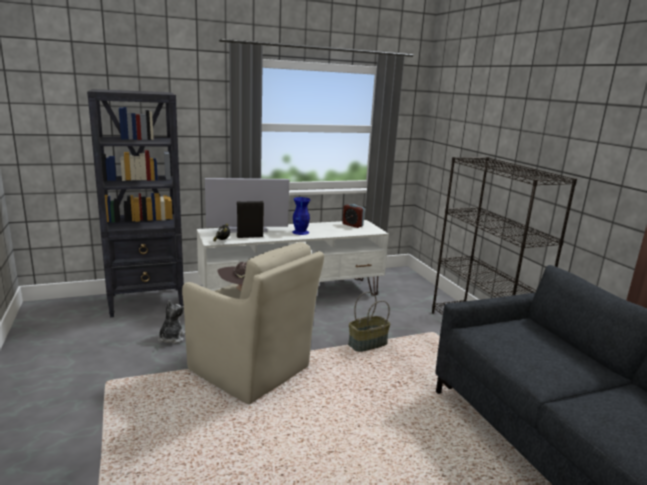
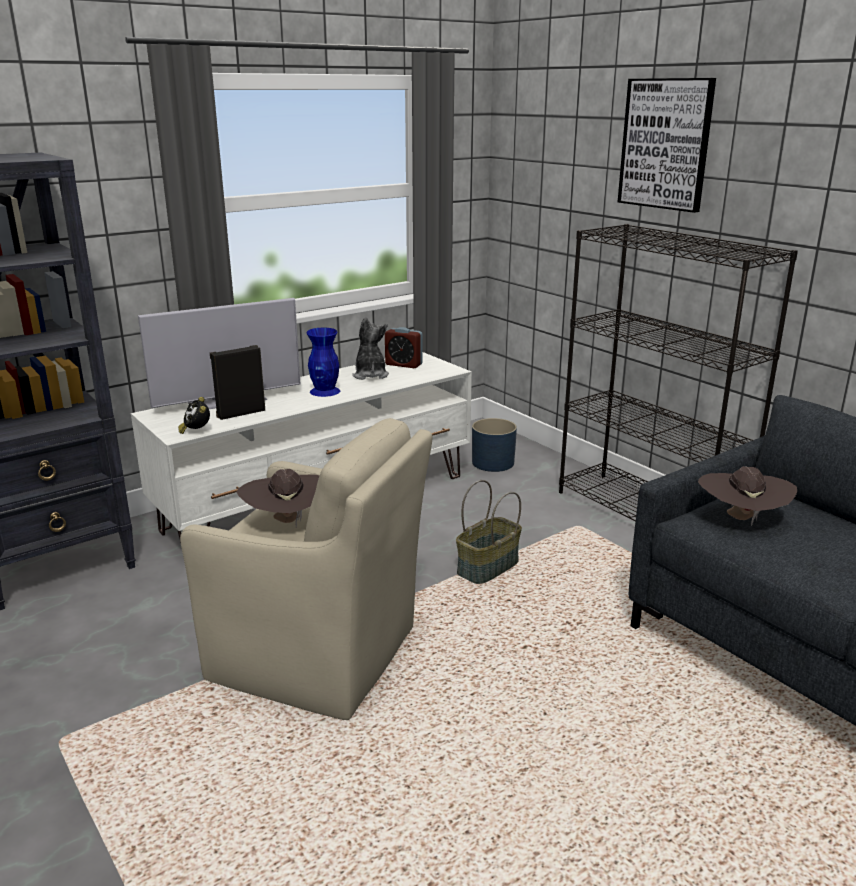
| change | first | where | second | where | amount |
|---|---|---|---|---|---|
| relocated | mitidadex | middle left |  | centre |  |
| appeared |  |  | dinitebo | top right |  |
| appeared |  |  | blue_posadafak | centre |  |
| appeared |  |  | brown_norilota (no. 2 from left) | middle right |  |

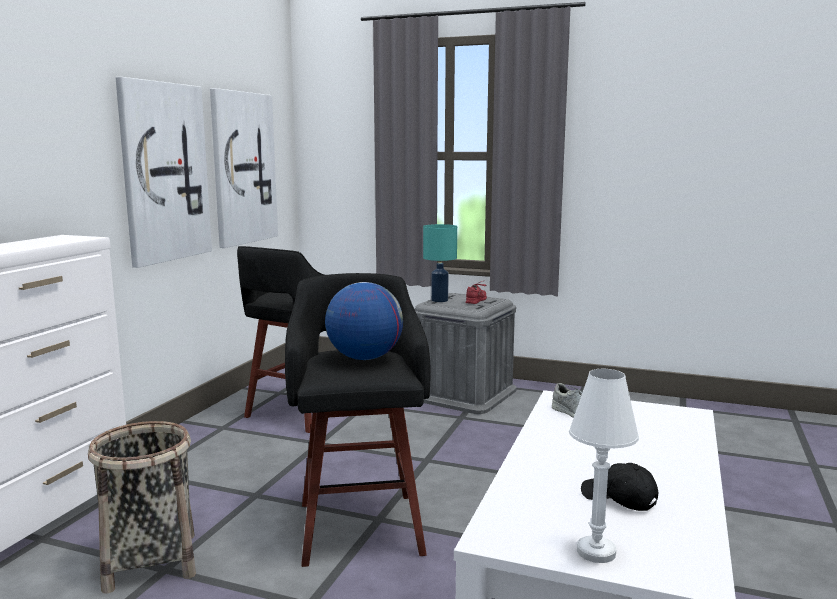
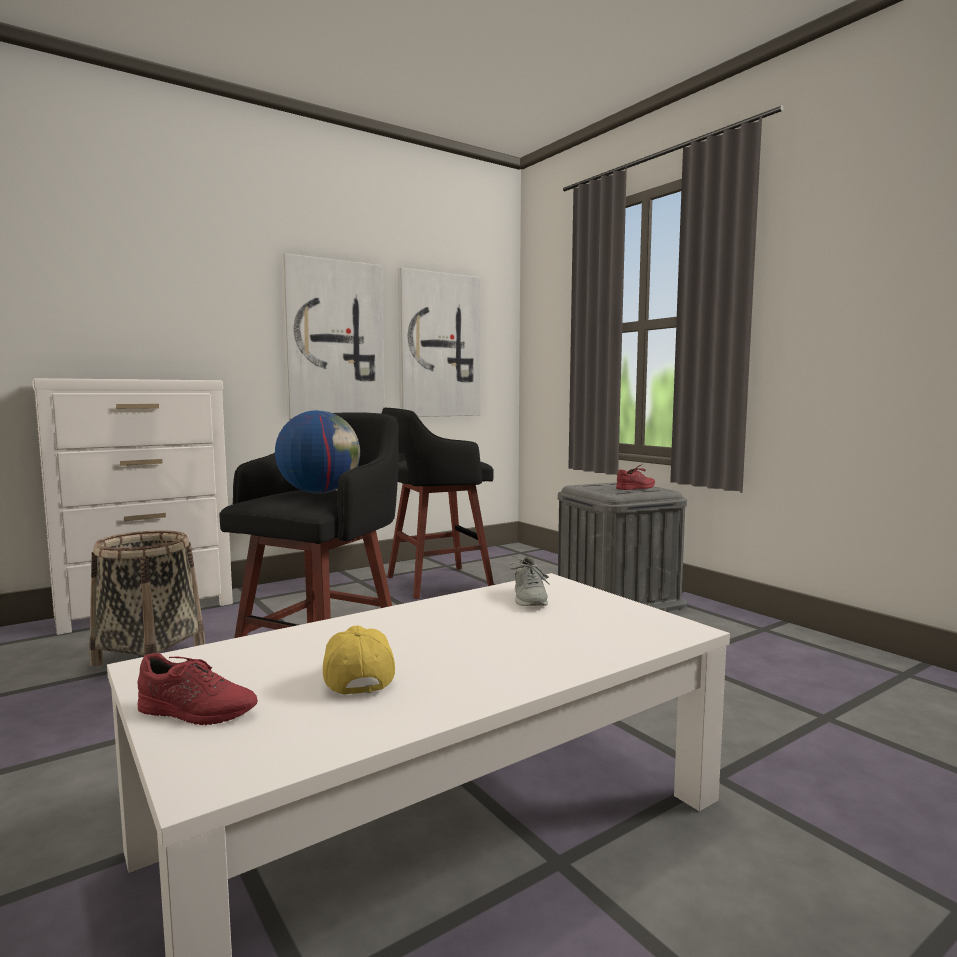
| change | first | where | second | where | amount |
|---|---|---|---|---|---|
| missing | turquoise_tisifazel | centre |  |  |  |
| exchanged | white_tisifazel | bottom right | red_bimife (no. 1 from left) | bottom left |  |
| colour | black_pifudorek | bottom right | yellow_pifudorek | bottom centre |  |

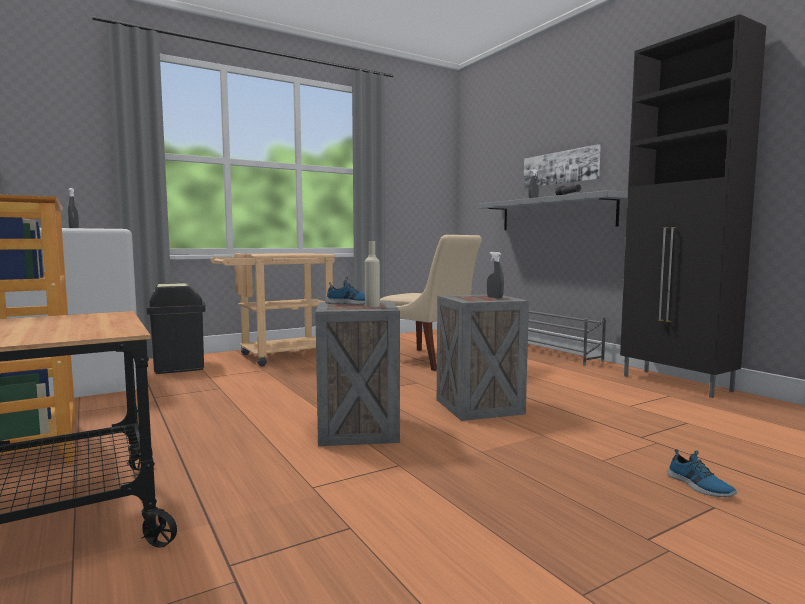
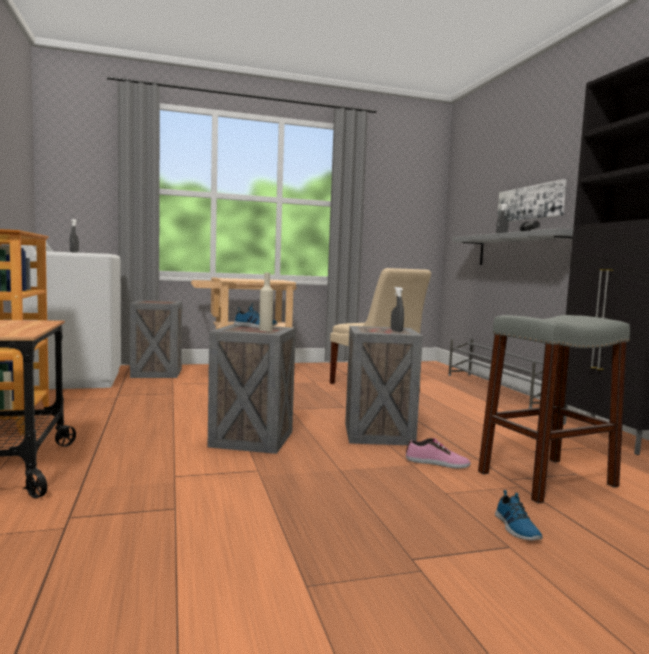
| change | first | where | second | where | amount |
|---|---|---|---|---|---|
| exchanged | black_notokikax | middle left | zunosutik (no. 1 from left) | middle left |  |
| appeared |  |  | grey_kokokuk | middle right |  |
| appeared |  |  | bimife (no. 2 from left) | bottom right |  |

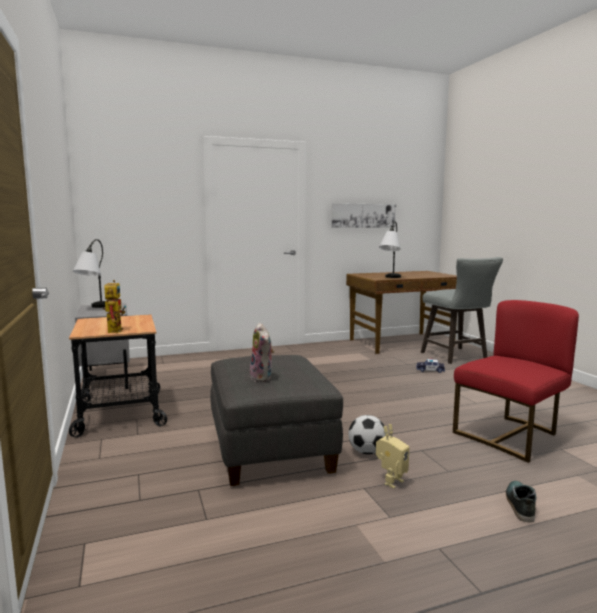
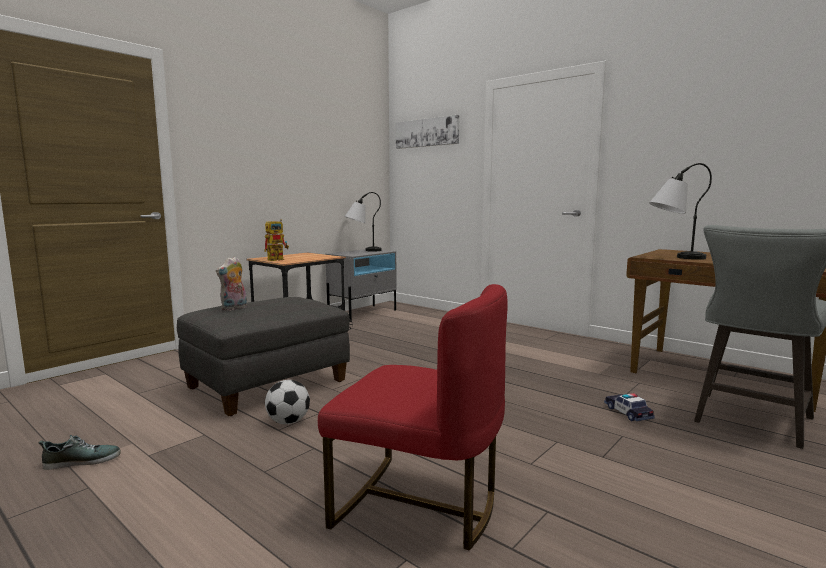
| change | first | where | second | where | amount |
|---|---|---|---|---|---|
| relocated | dinitebo | centre |  | top centre |  |
| missing | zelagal (no. 2 from left) | bottom centre |  |  |  |
| relocated | bimife | bottom right |  | bottom left |  |

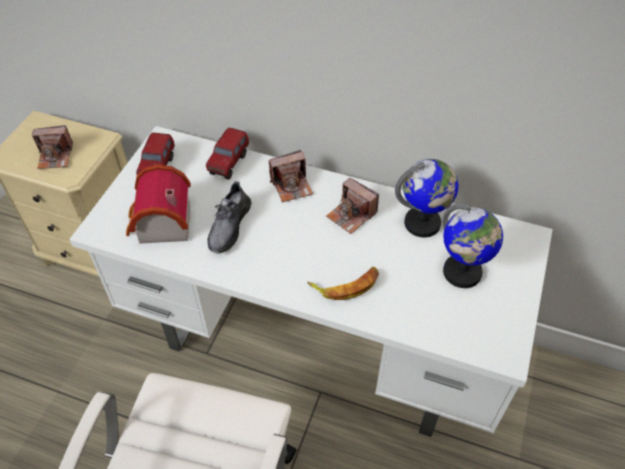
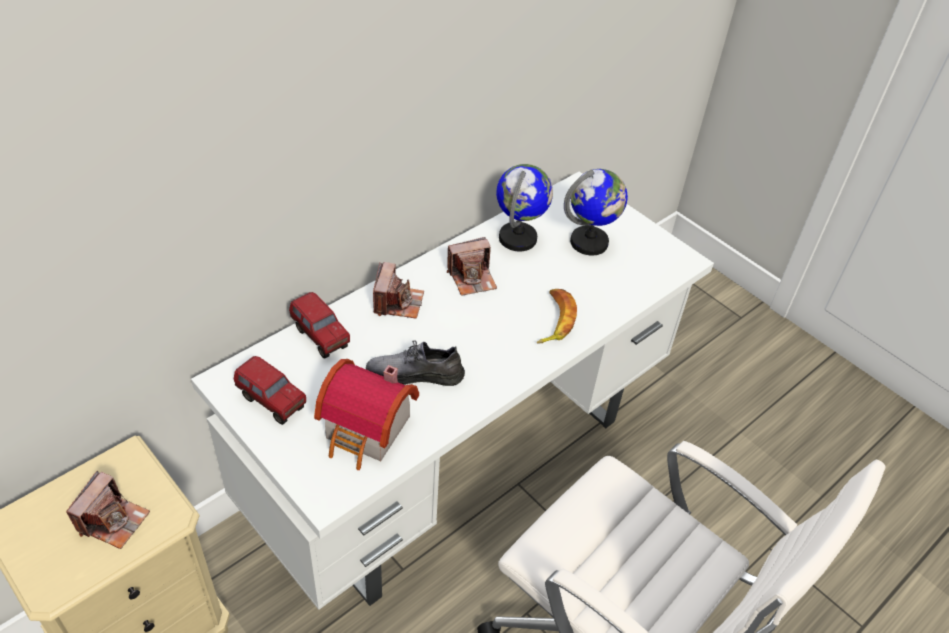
| change | first | where | second | where | amount |
|---|---|---|---|---|---|
| spun | grey_bimife | centre |  | centre | 135 degrees clockwise |

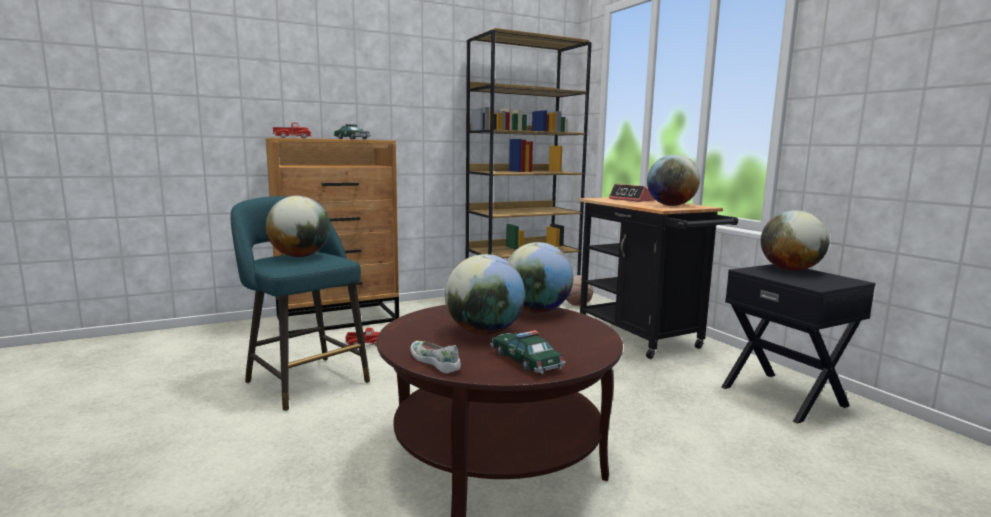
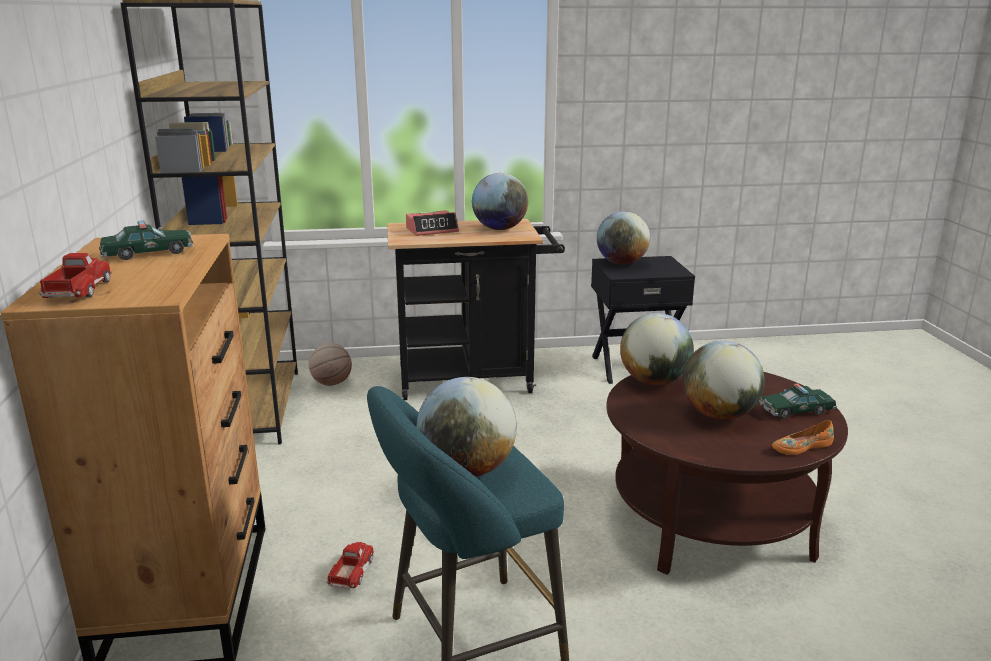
| change | first | where | second | where | amount |
|---|---|---|---|---|---|
| colour | white_bimife | bottom centre | orange_bimife | middle right |  |

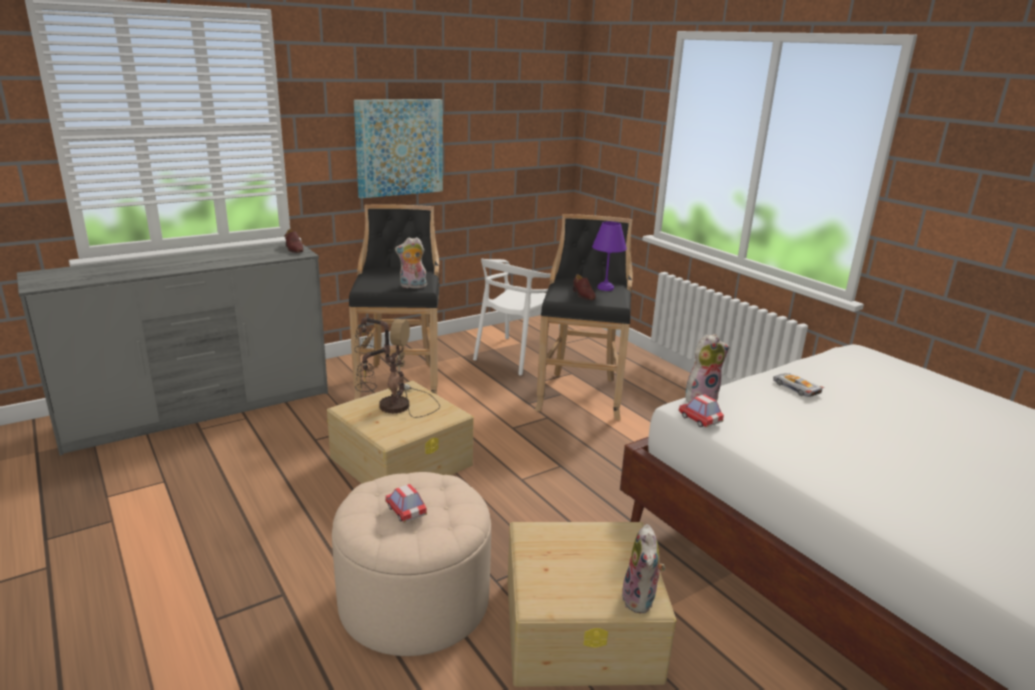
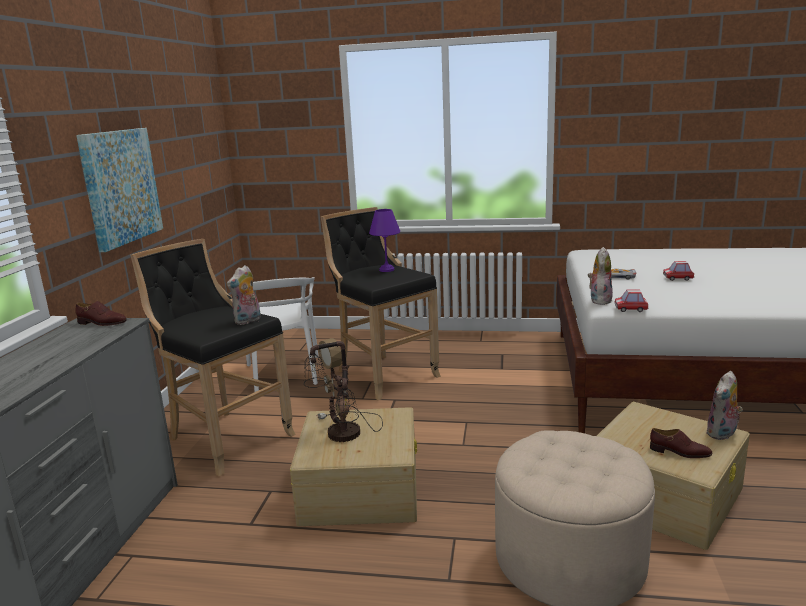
| change | first | where | second | where | amount |
|---|---|---|---|---|---|
| relocated | brown_bimife (no. 2 from left) | centre |  | bottom right |  |
| relocated | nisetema (no. 1 from left in the first image) | bottom centre | nisetema (no. 3 from left) | middle right |  |
| spun | mitidadex (no. 2 from left in the first image) | bottom centre | mitidadex (no. 3 from left) | bottom right | 90 degrees clockwise |

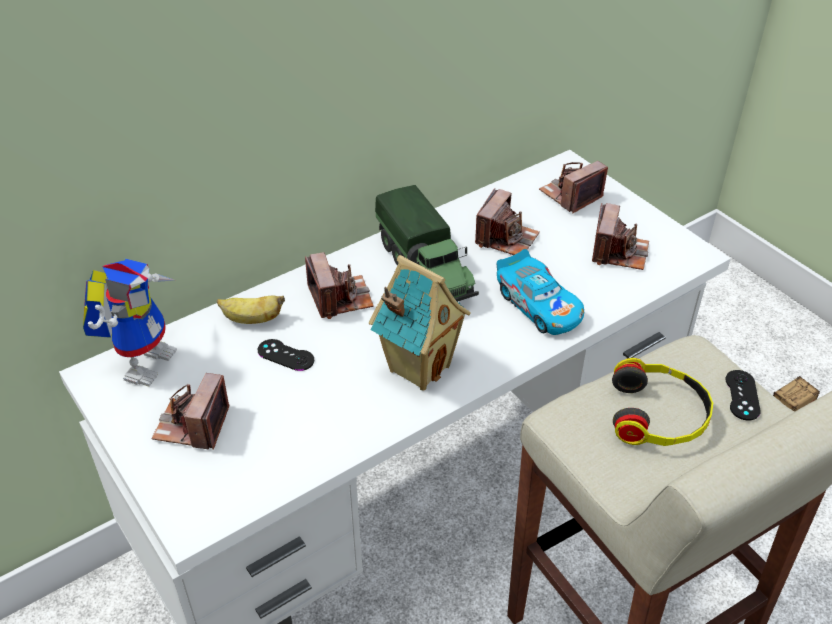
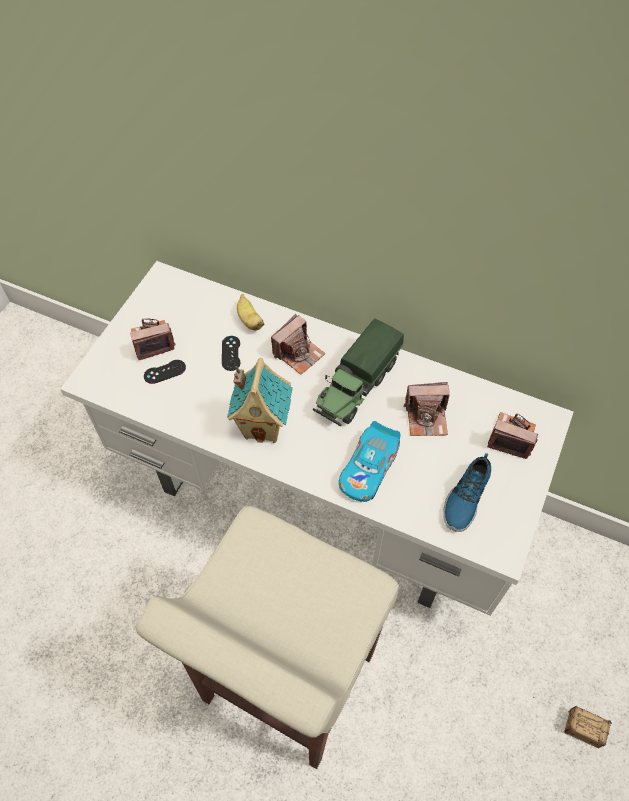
| change | first | where | second | where | amount |
|---|---|---|---|---|---|
| exchanged | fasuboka (no. 5 from left) | middle right | bimife | middle right |  |
| missing | zelagal | middle left |  |  |  |
| missing | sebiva | middle right |  |  |  |
| relocated | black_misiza (no. 2 from left in the first image) | middle right | black_misiza (no. 1 from left) | middle left |  |

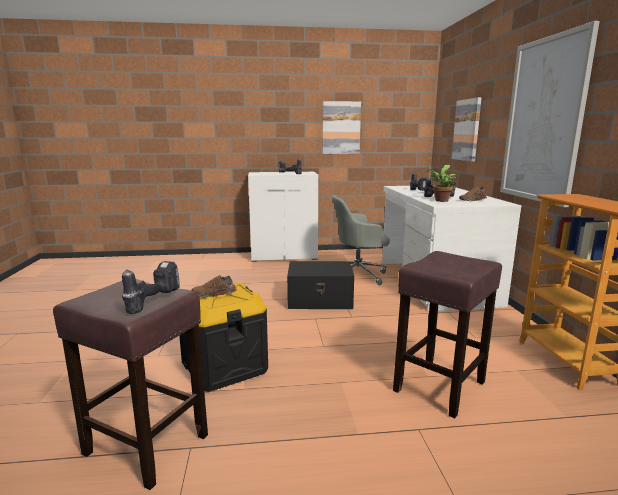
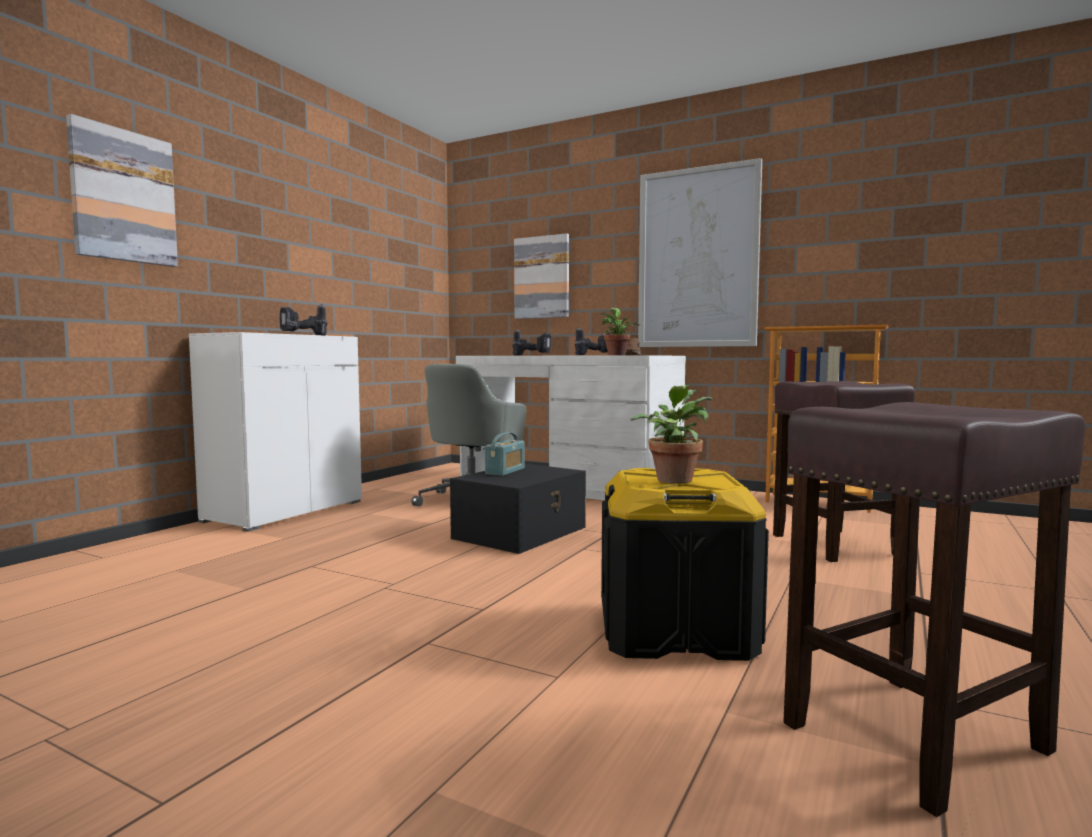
| change | first | where | second | where | amount |
|---|---|---|---|---|---|
| relocated | dinitebo (no. 1 from left) | top centre |  | top left |  |
| missing | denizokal (no. 1 from left) | middle left |  |  |  |
| exchanged | brown_bimife (no. 1 from left) | centre | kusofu (no. 2 from left) | centre |  |
| appeared |  |  | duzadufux | centre |  |

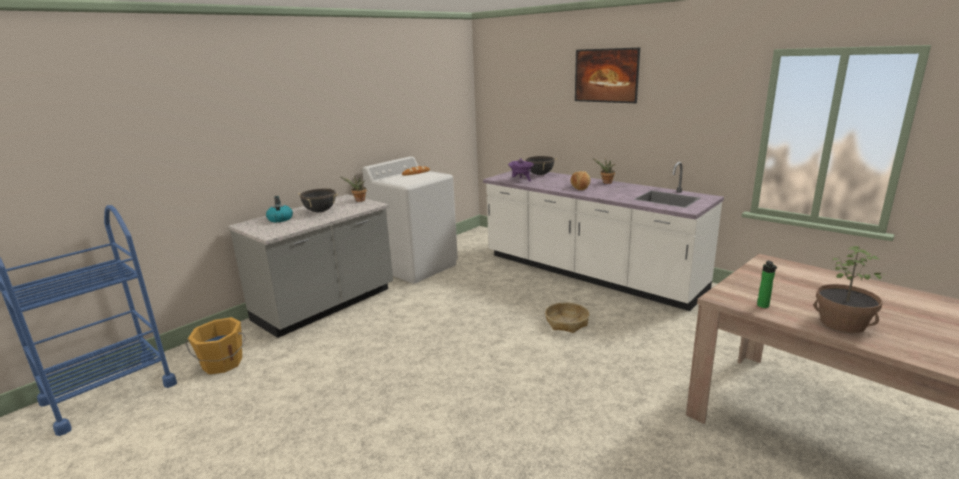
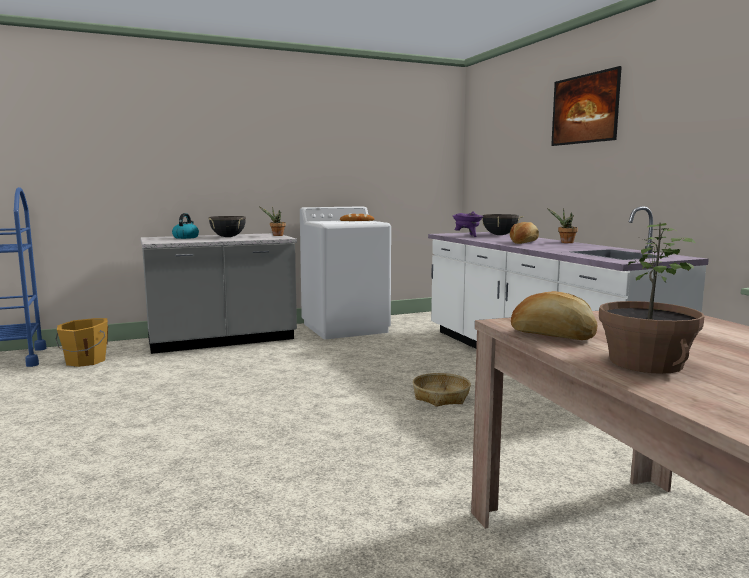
| change | first | where | second | where | amount |
|---|---|---|---|---|---|
| exchanged | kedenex | middle right | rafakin (no. 3 from left) | middle right |  |

